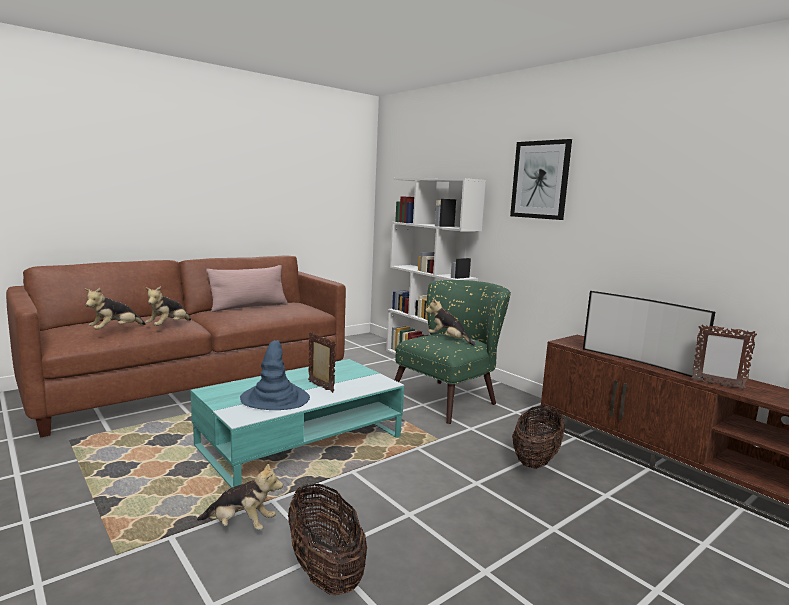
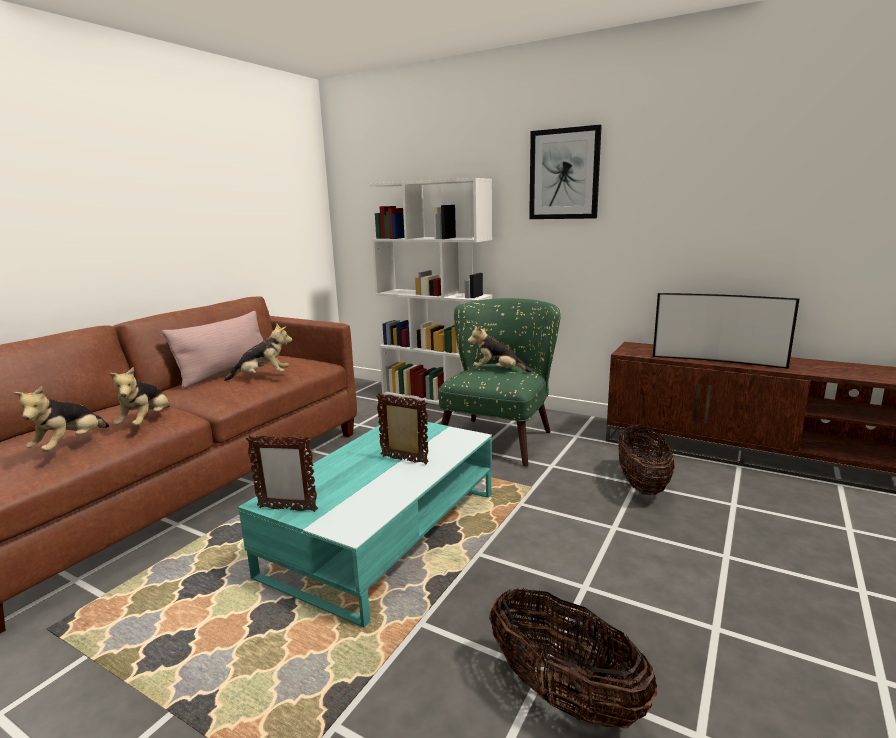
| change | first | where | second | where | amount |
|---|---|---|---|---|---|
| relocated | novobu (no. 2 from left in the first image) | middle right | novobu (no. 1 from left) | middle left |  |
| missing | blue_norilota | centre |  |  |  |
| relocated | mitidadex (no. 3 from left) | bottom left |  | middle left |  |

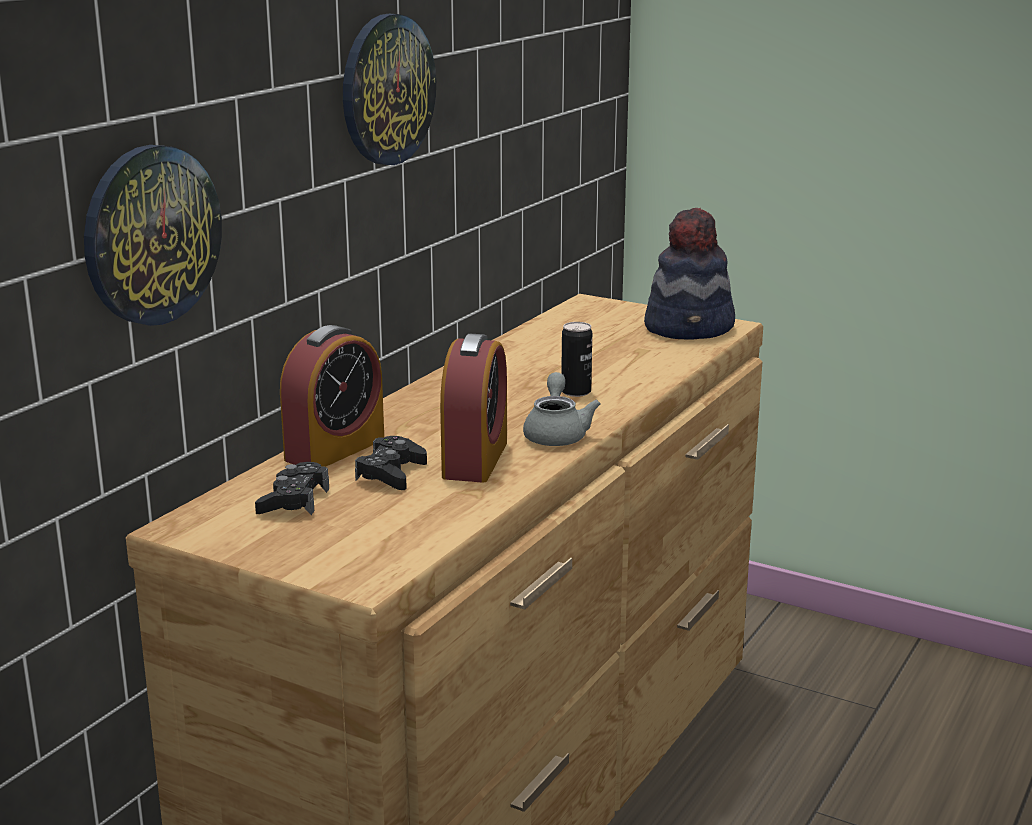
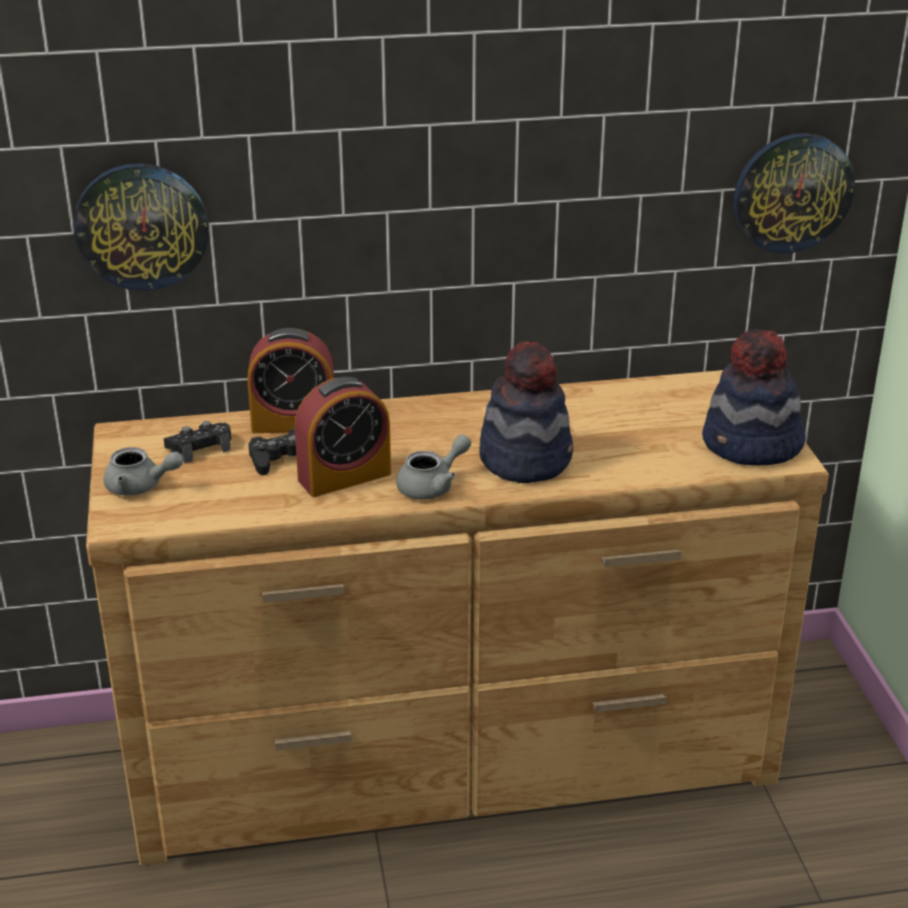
| change | first | where | second | where | amount |
|---|---|---|---|---|---|
| relocated | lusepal (no. 2 from left) | top centre |  | top right |  |
| exchanged | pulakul | centre | norilota (no. 1 from left) | centre |  |
| appeared |  |  | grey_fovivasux (no. 1 from left) | middle left |  |

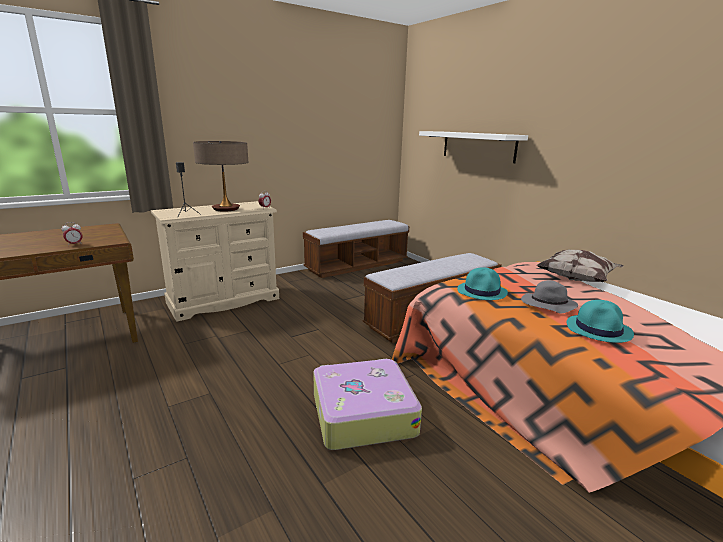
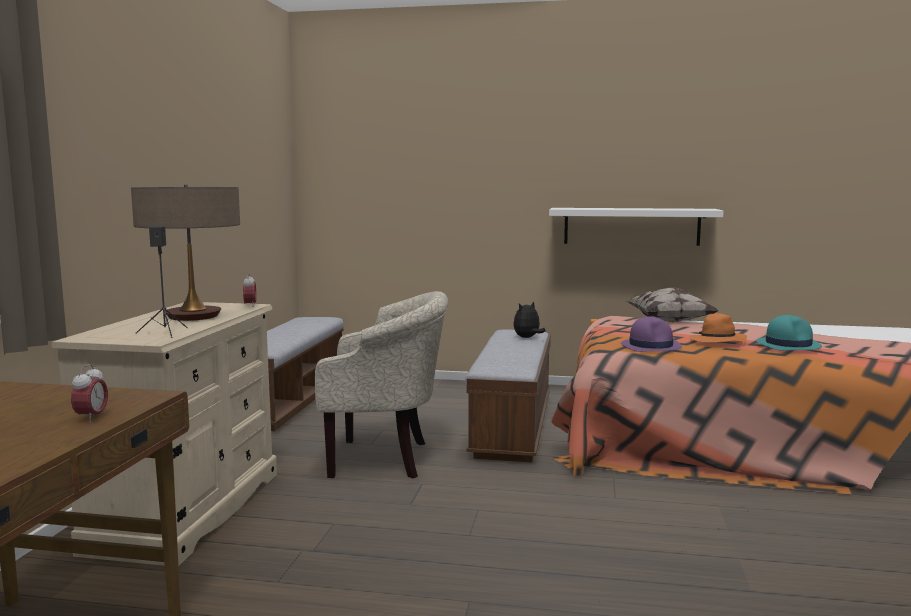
| change | first | where | second | where | amount |
|---|---|---|---|---|---|
| relocated | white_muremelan | top centre |  | middle right |  |
| colour | turquoise_norilota (no. 1 from left) | middle right | purple_norilota | middle right |  |
| colour | grey_norilota | middle right | orange_norilota | middle right |  |
| missing | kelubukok | bottom centre |  |  |  |
| appeared |  |  | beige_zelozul | centre |  |
| appeared |  |  | mitidadex | centre |  |

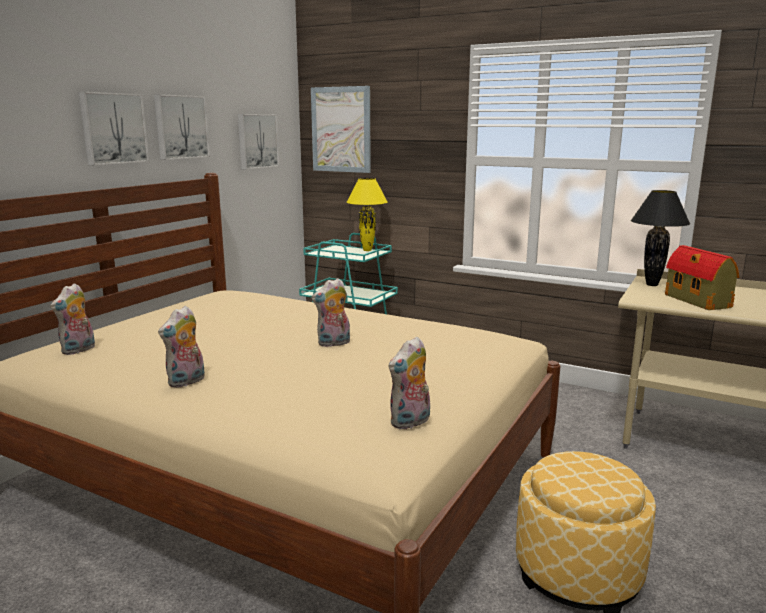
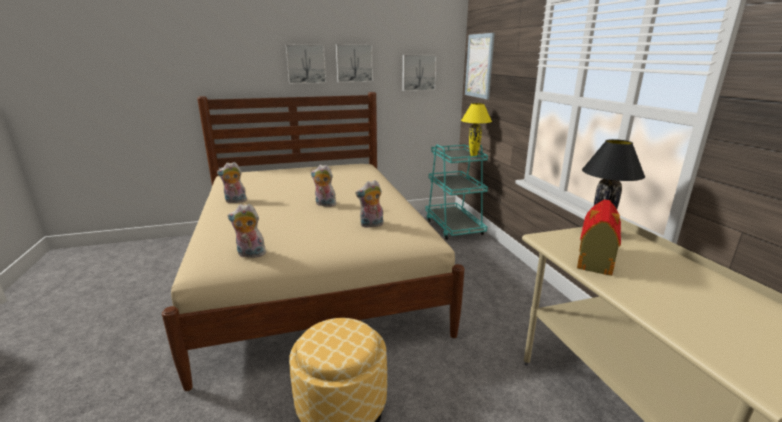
| change | first | where | second | where | amount |
|---|---|---|---|---|---|
| relocated | mitidadex (no. 1 from left in the first image) | middle left | mitidadex (no. 4 from left) | centre |  |

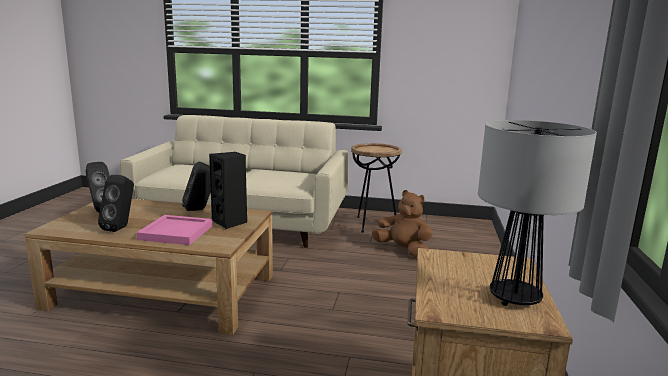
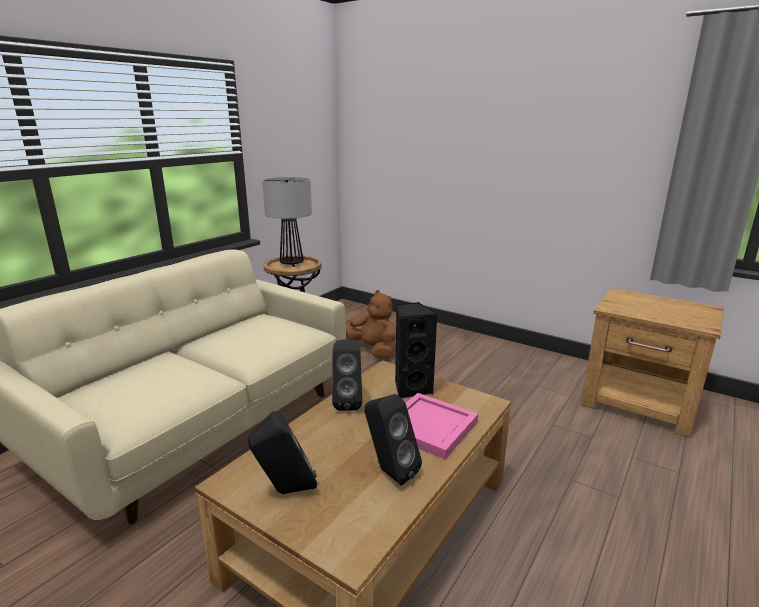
| change | first | where | second | where | amount |
|---|---|---|---|---|---|
| relocated | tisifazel | middle right |  | centre |  |
| spun | brown_mitidadex | centre |  | centre | 75 degrees clockwise |

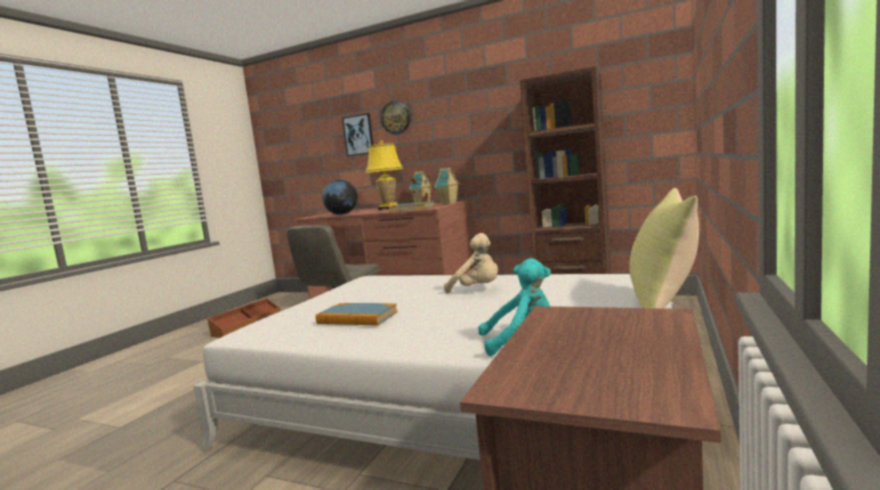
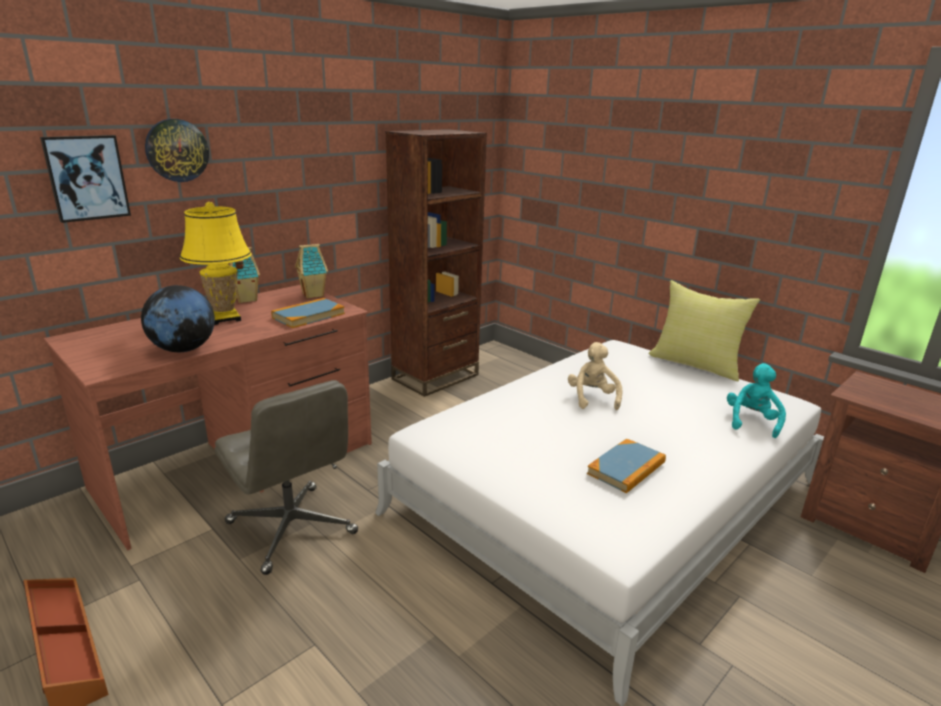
| change | first | where | second | where | amount |
|---|---|---|---|---|---|
| spun | beige_mitidadex | centre |  | centre | 60 degrees counterclockwise |

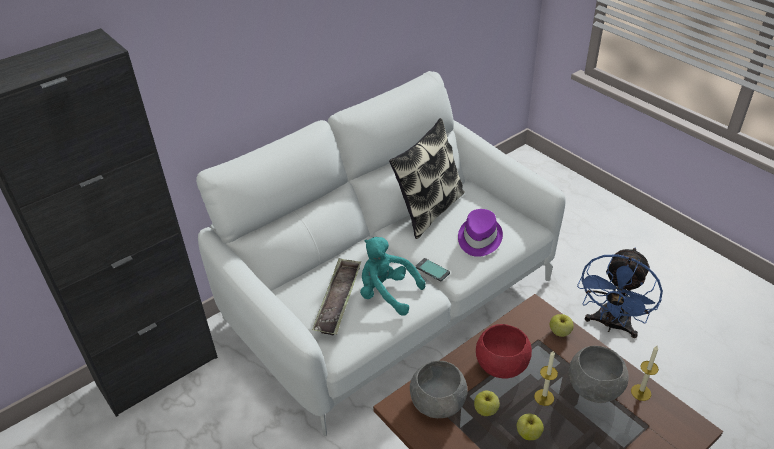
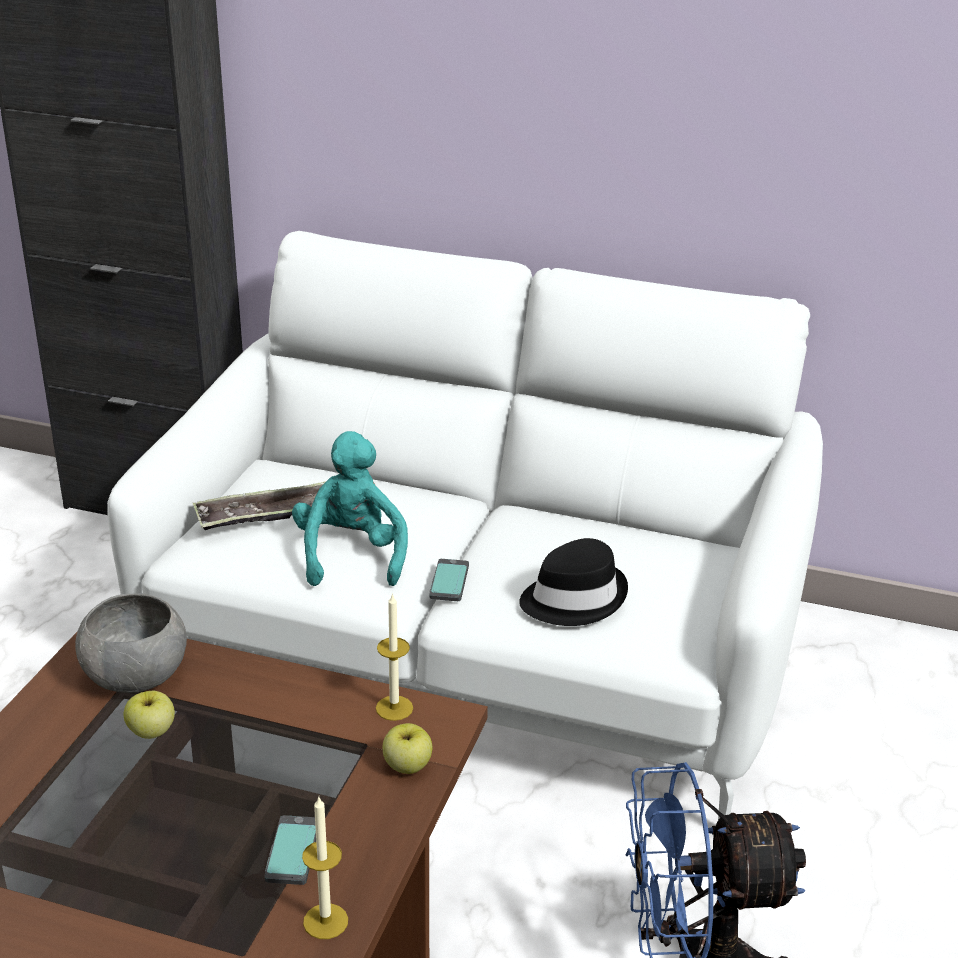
| change | first | where | second | where | amount |
|---|---|---|---|---|---|
| missing | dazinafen | centre |  |  |  |
| colour | purple_norilota | centre | black_norilota | centre |  |
| missing | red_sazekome | bottom centre |  |  |  |
| exchanged | grey_sazekome (no. 2 from left) | bottom right | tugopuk (no. 1 from left) | bottom left |  |
| relocated | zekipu (no. 1 from left in the first image) | bottom right | zekipu (no. 2 from left) | bottom centre |  |
| missing | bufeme (no. 2 from left) | bottom right |  |  |  |

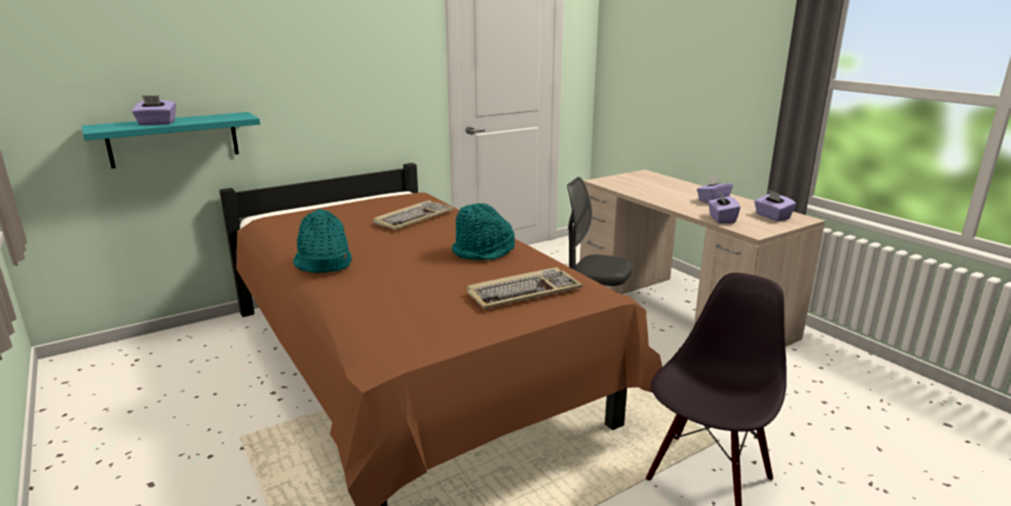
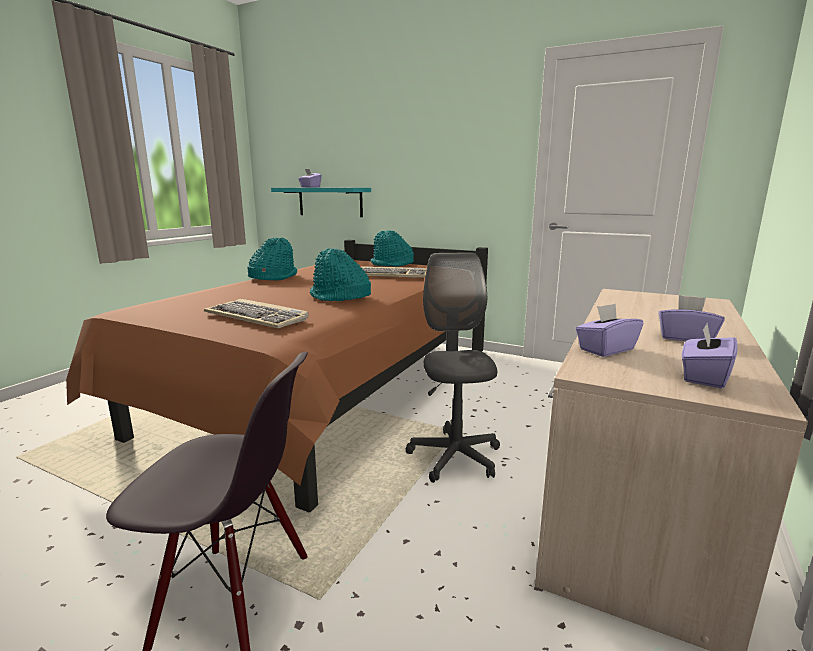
| change | first | where | second | where | amount |
|---|---|---|---|---|---|
| appeared |  |  | turquoise_norilota (no. 3 from left) | centre |  |

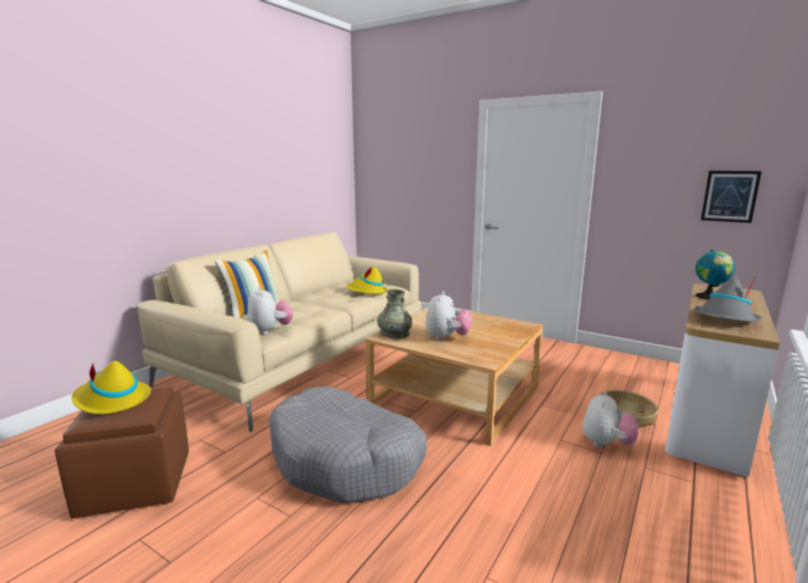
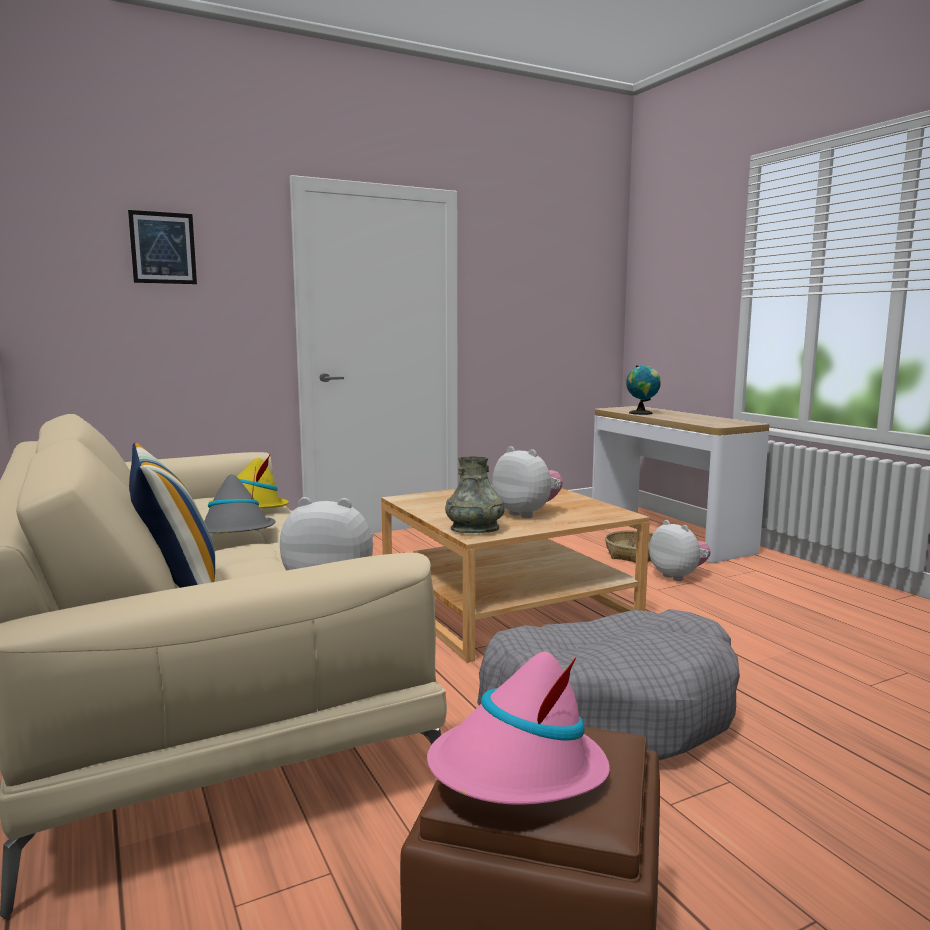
| change | first | where | second | where | amount |
|---|---|---|---|---|---|
| relocated | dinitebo | middle right |  | top left |  |
| relocated | grey_norilota | middle right |  | middle left |  |
| colour | yellow_norilota (no. 1 from left) | middle left | pink_norilota | bottom centre |  |

